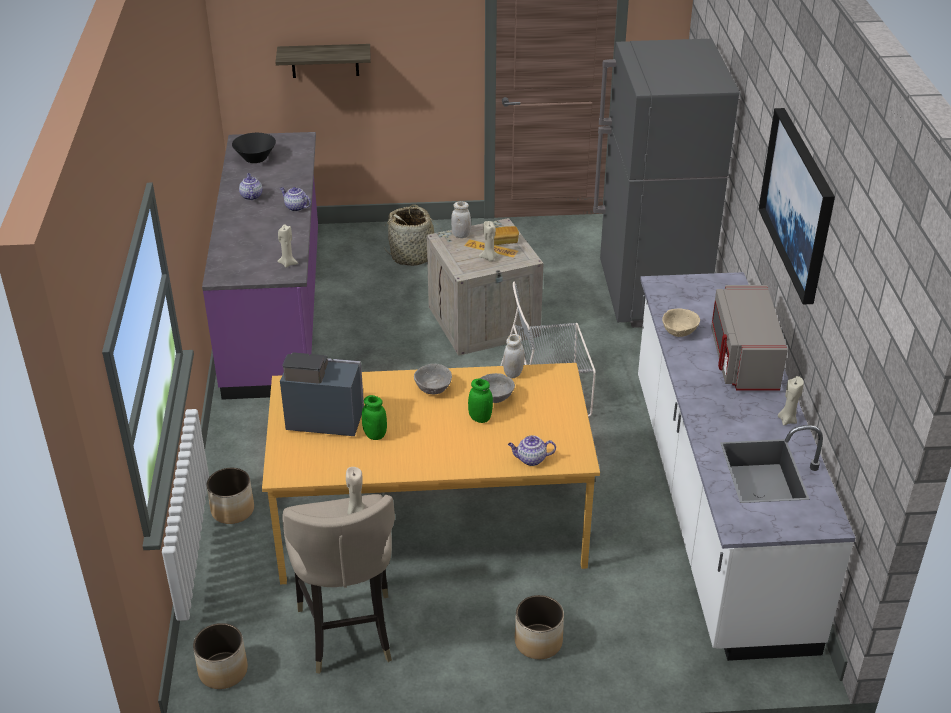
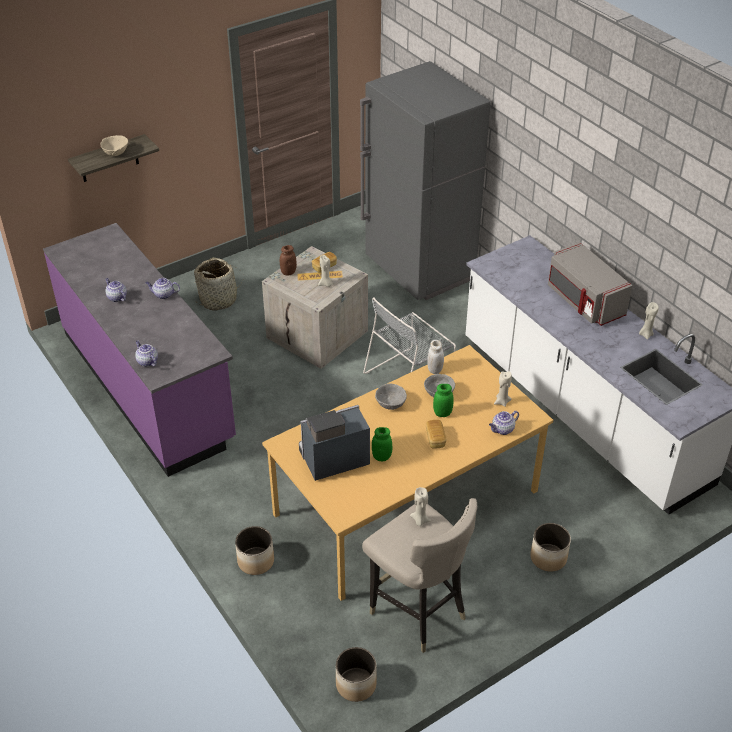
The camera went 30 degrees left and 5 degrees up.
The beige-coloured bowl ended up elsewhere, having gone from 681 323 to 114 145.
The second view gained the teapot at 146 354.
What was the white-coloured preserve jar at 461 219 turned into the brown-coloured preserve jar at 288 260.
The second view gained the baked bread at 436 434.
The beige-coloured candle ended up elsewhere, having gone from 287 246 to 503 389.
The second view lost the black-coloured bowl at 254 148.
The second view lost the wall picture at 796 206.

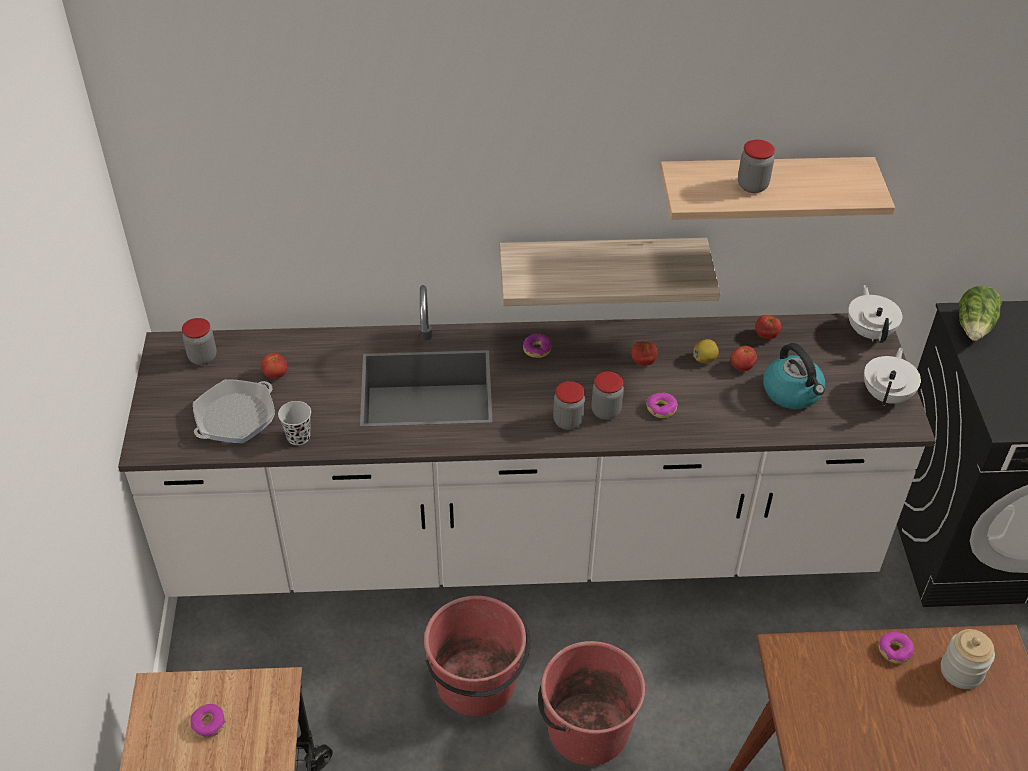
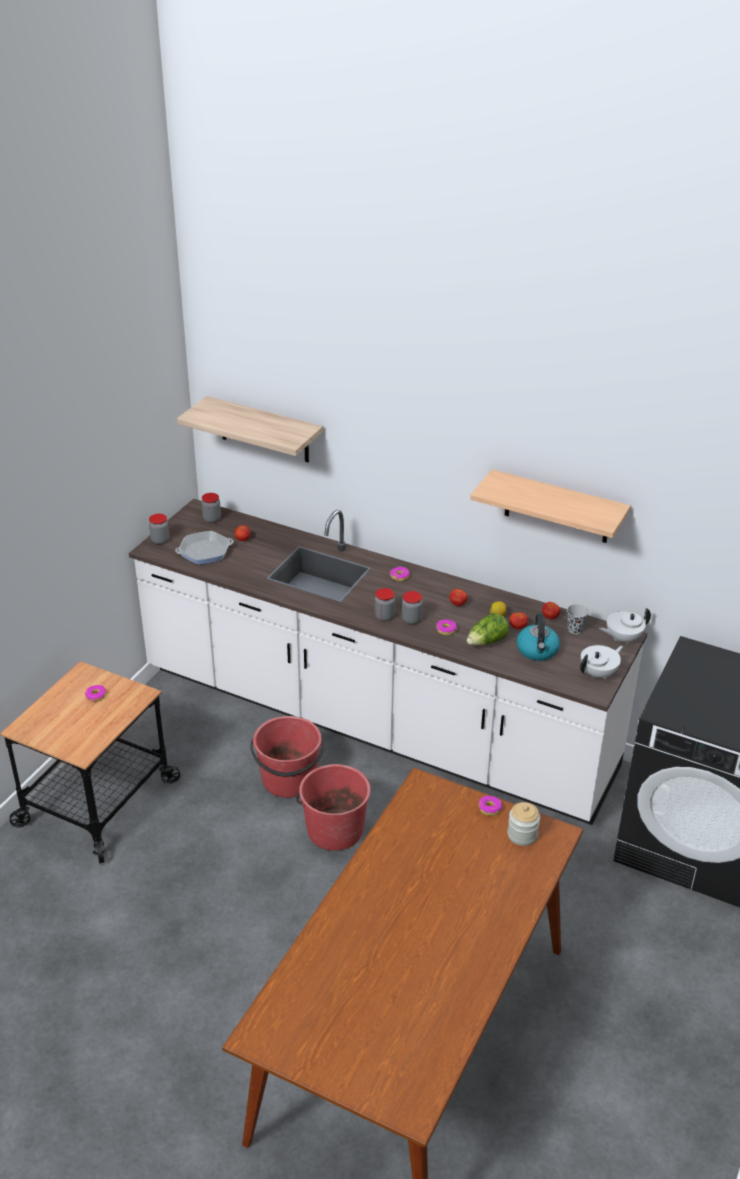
The camera went 30 degrees right and 10 degrees down.
The preserve jar ended up elsewhere, having gone from 756 166 to 159 529.
The shelf ended up elsewhere, having gone from 609 272 to 250 429.
The lettuce head ended up elsewhere, having gone from 980 313 to 488 629.
The black-coloured cup ended up elsewhere, having gone from 294 423 to 578 619.
The white-coloured teapot at 875 314 ended up facing another way, 135 degrees counterclockwise from before.

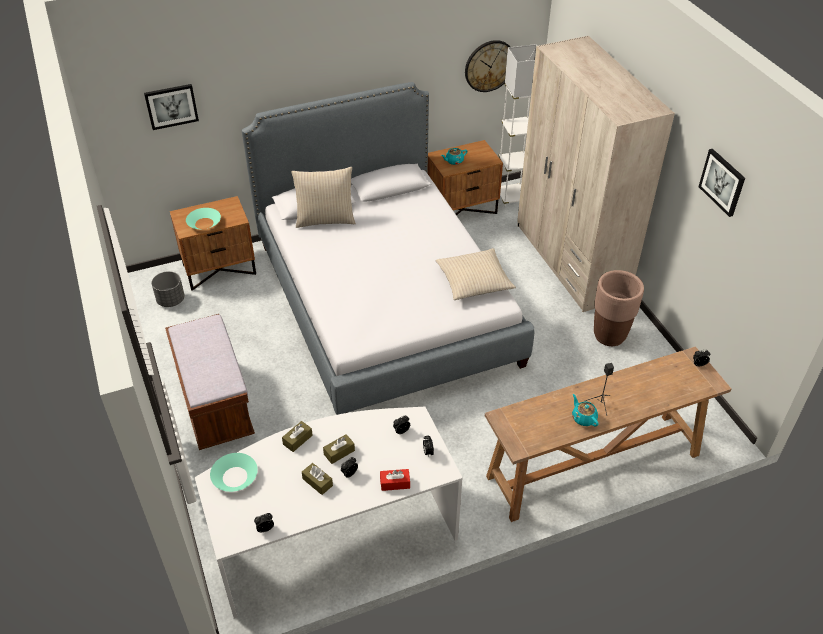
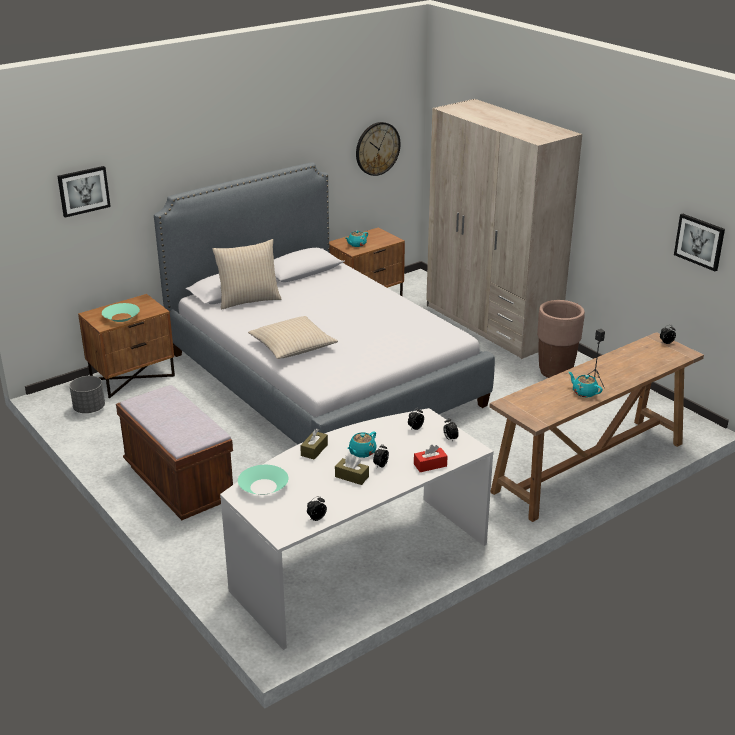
The camera went 15 degrees left and 15 degrees down.
The beige-coloured throw pillow ended up elsewhere, having gone from 476 274 to 293 337.
Where the brown-coloured box of tissues stood at 339 449, the turquoise-coloured teapot came to stand at 362 445.
The wall picture ended up elsewhere, having gone from 722 183 to 699 242.
The second view lost the white-coloured standard lamp at 517 125.

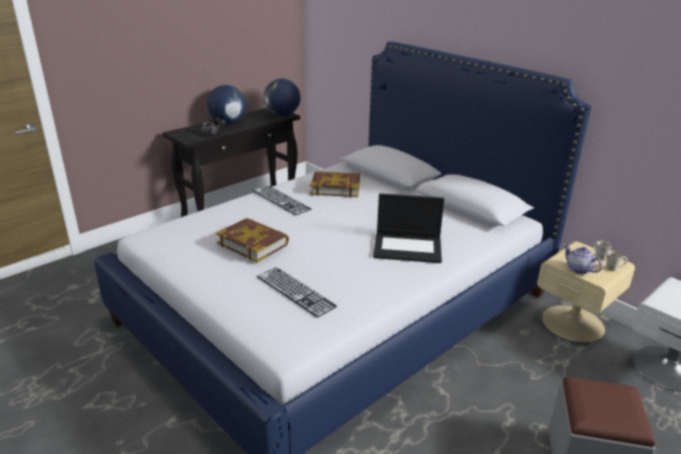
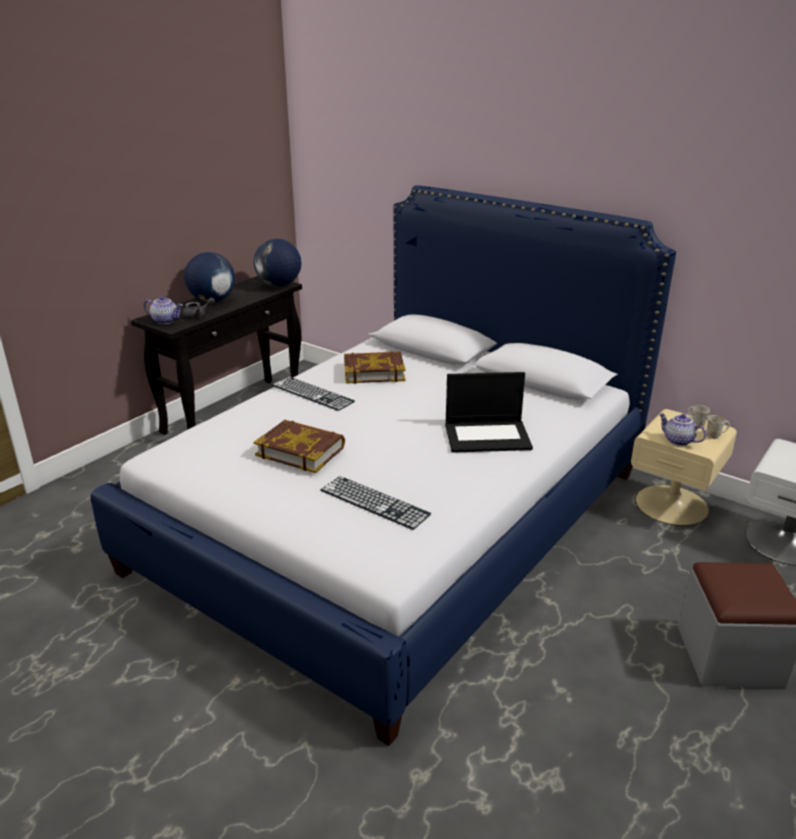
The camera went 10 degrees left and 0 degrees up.
The second view gained the teapot at 163 310.

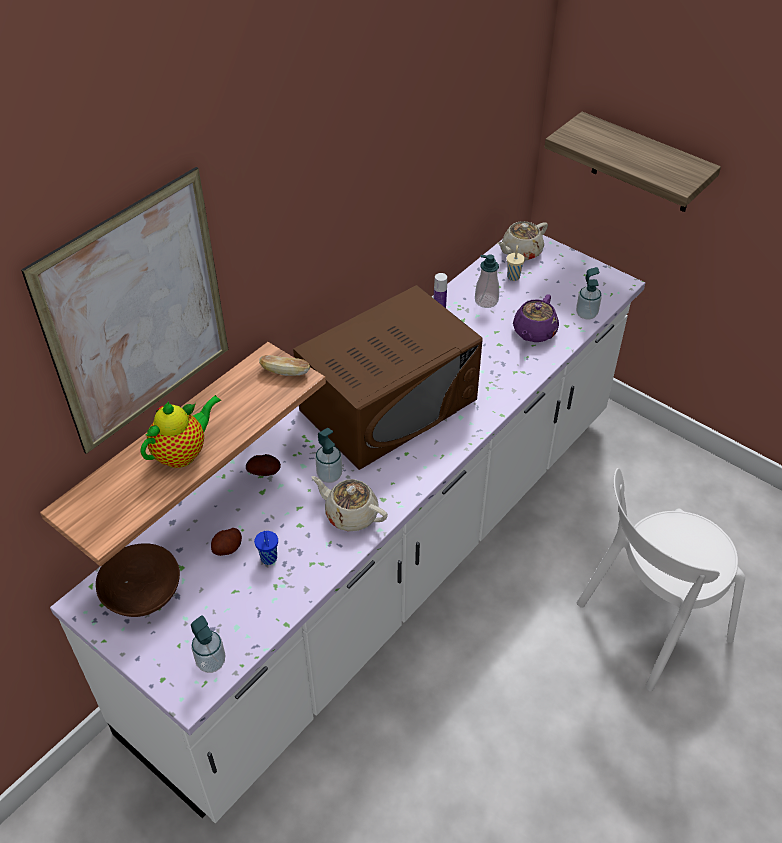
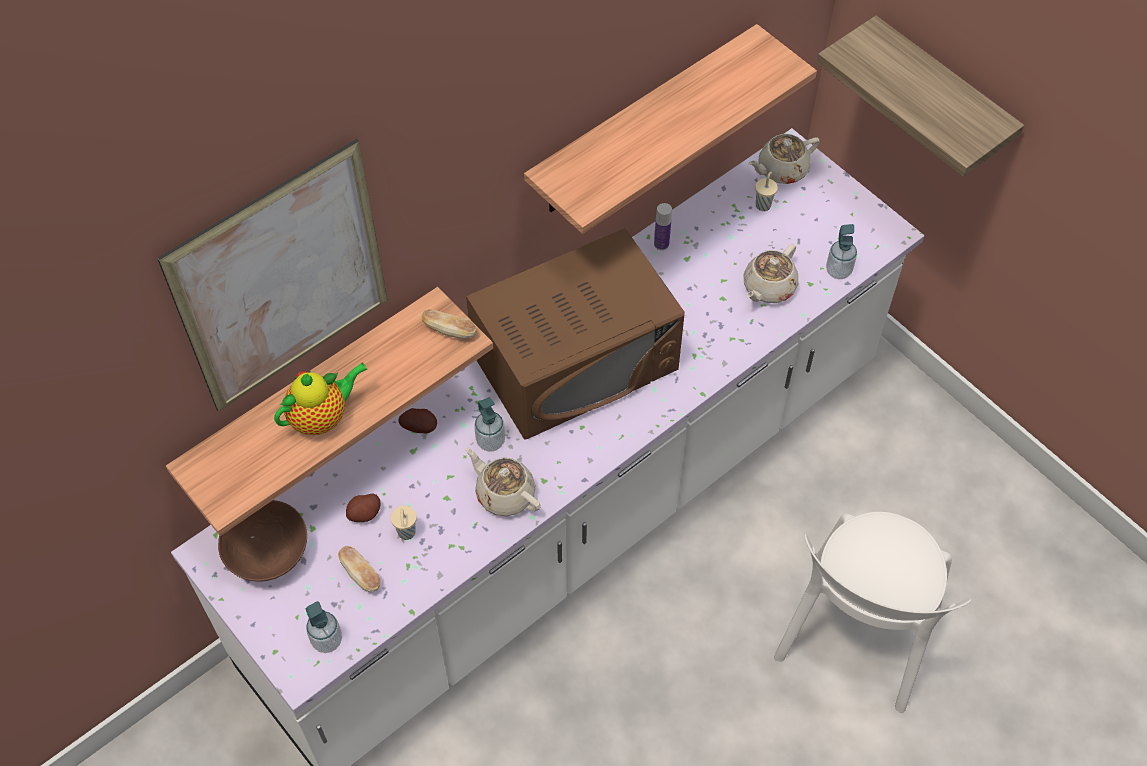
The camera went 10 degrees right and 10 degrees up.
The second view gained the baked bread at 359 569.
What was the bluish cup at 266 548 turned into the beige-coloured cup at 404 523.
The second view gained the shelf at 670 129.
What was the purplish teapot at 536 318 turned into the beige-coloured teapot at 771 273.
The white-coloured plain chair at 661 579 ended up facing another way, 45 degrees counterclockwise from before.
The second view lost the soap bottle at 487 281.

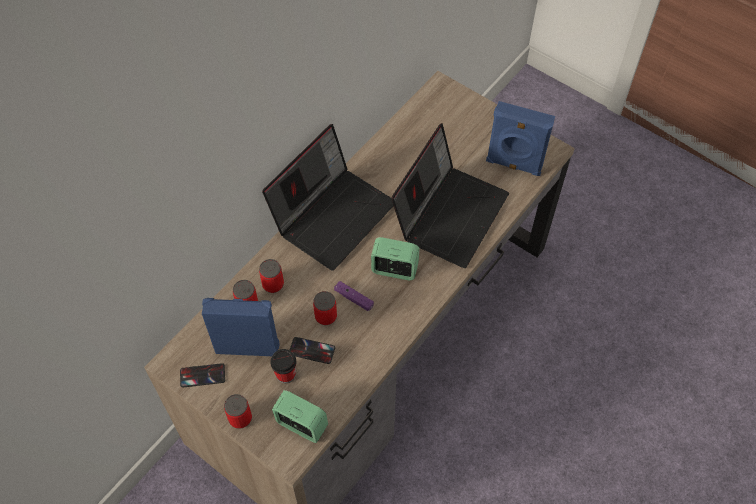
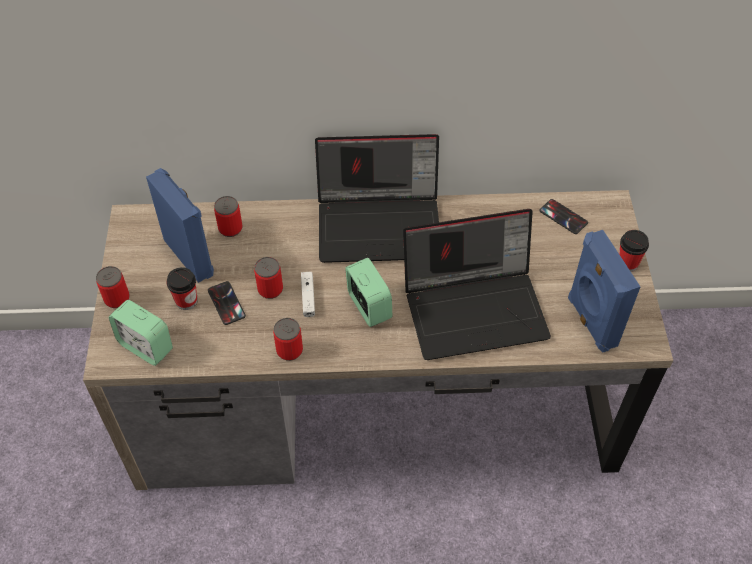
The camera went 50 degrees right and 5 degrees down.
The bedside clock at 300 416 ended up facing another way, 135 degrees clockwise from before.
The sealed can ended up elsewhere, having gone from 271 276 to 288 339.
What was the purplish game controller at 354 296 turned into the white-coloured game controller at 308 294.
The telephone ended up elsewhere, having gone from 202 375 to 564 216.
The second view gained the cup at 634 251.

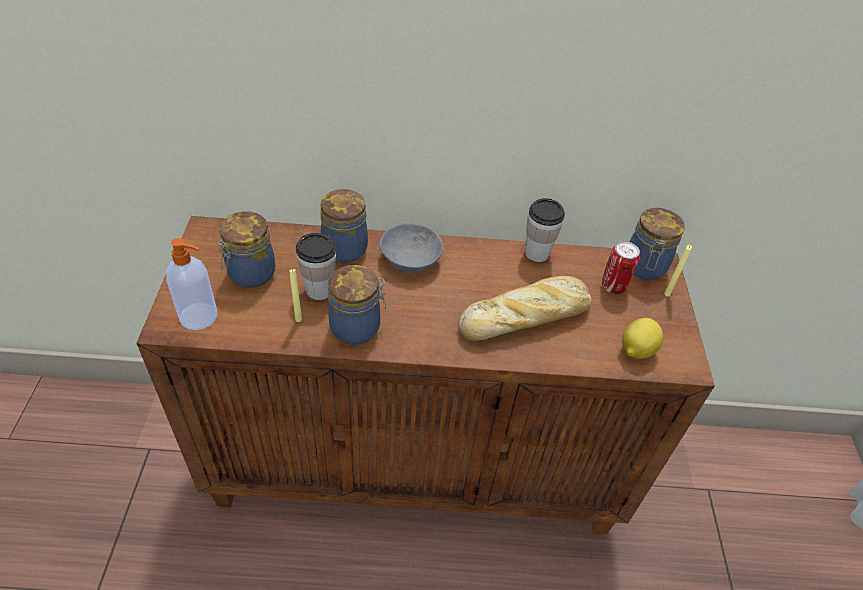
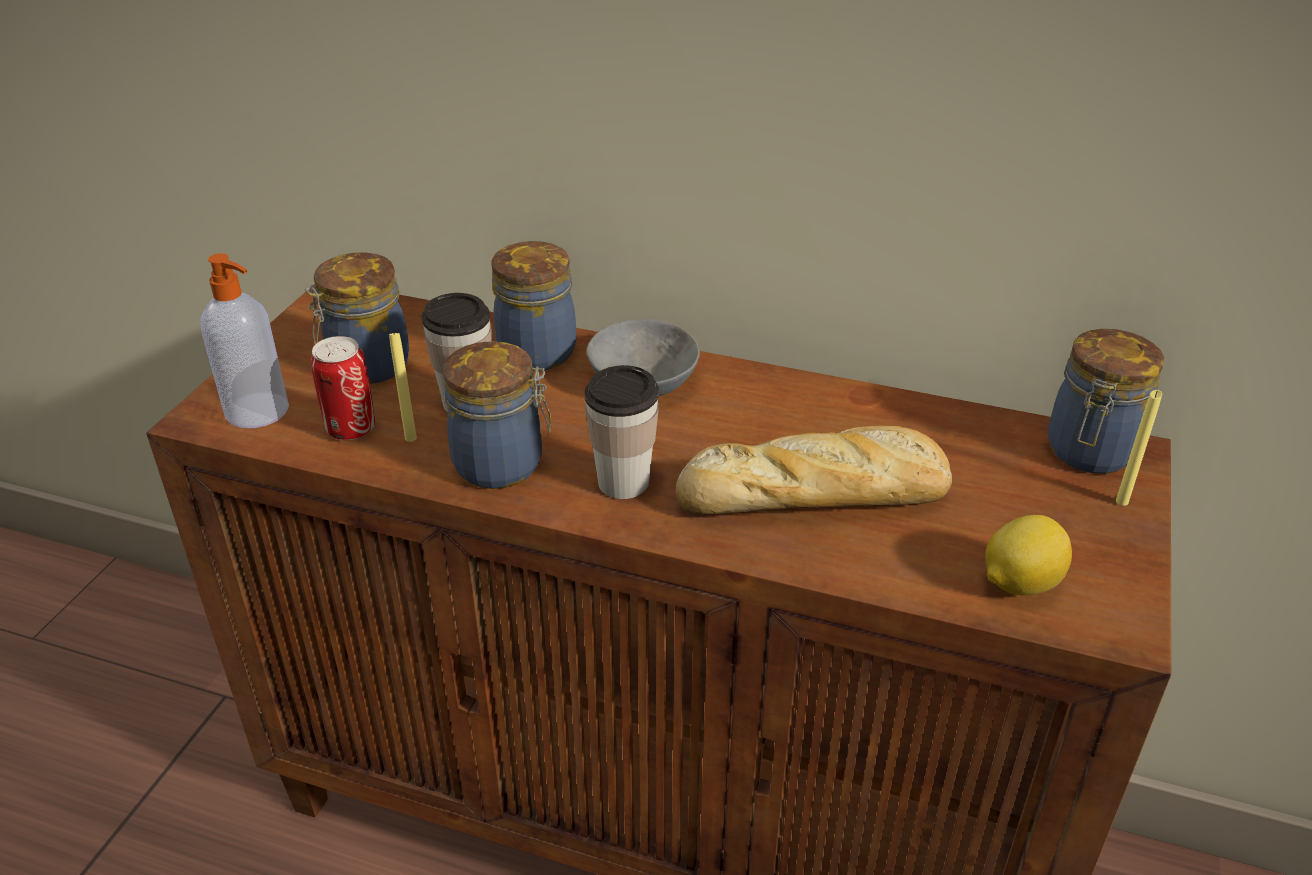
The camera went 20 degrees right and 10 degrees down.
The sealed can ended up elsewhere, having gone from 621 267 to 343 388.
The cup ended up elsewhere, having gone from 545 230 to 621 432.

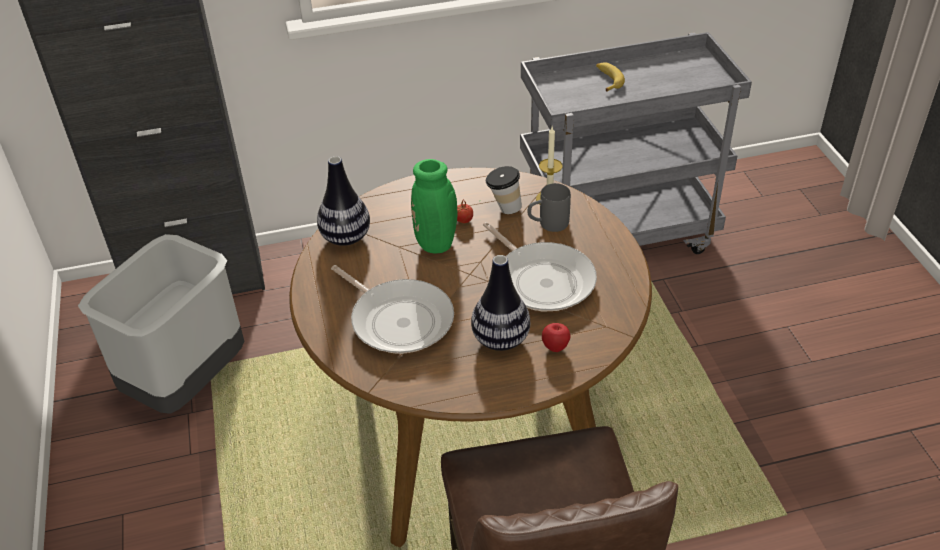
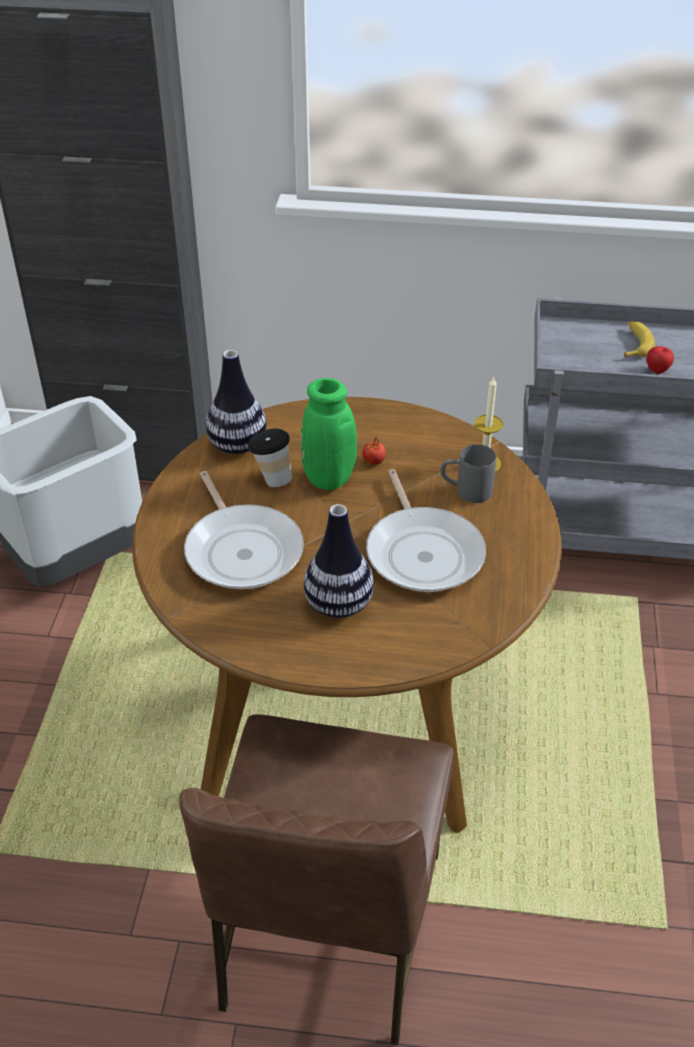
The camera went 20 degrees right and 0 degrees up.
The cup ended up elsewhere, having gone from 504 190 to 270 458.
The apple fruit ended up elsewhere, having gone from 556 337 to 660 360.

